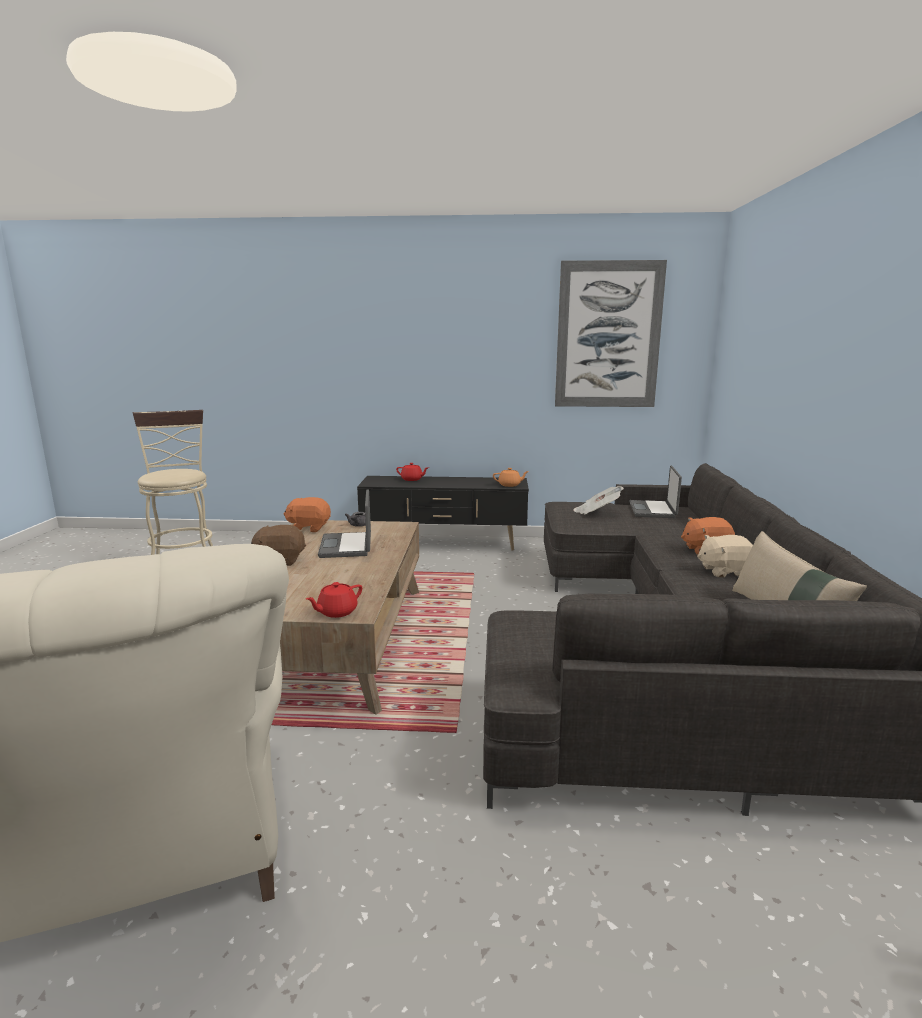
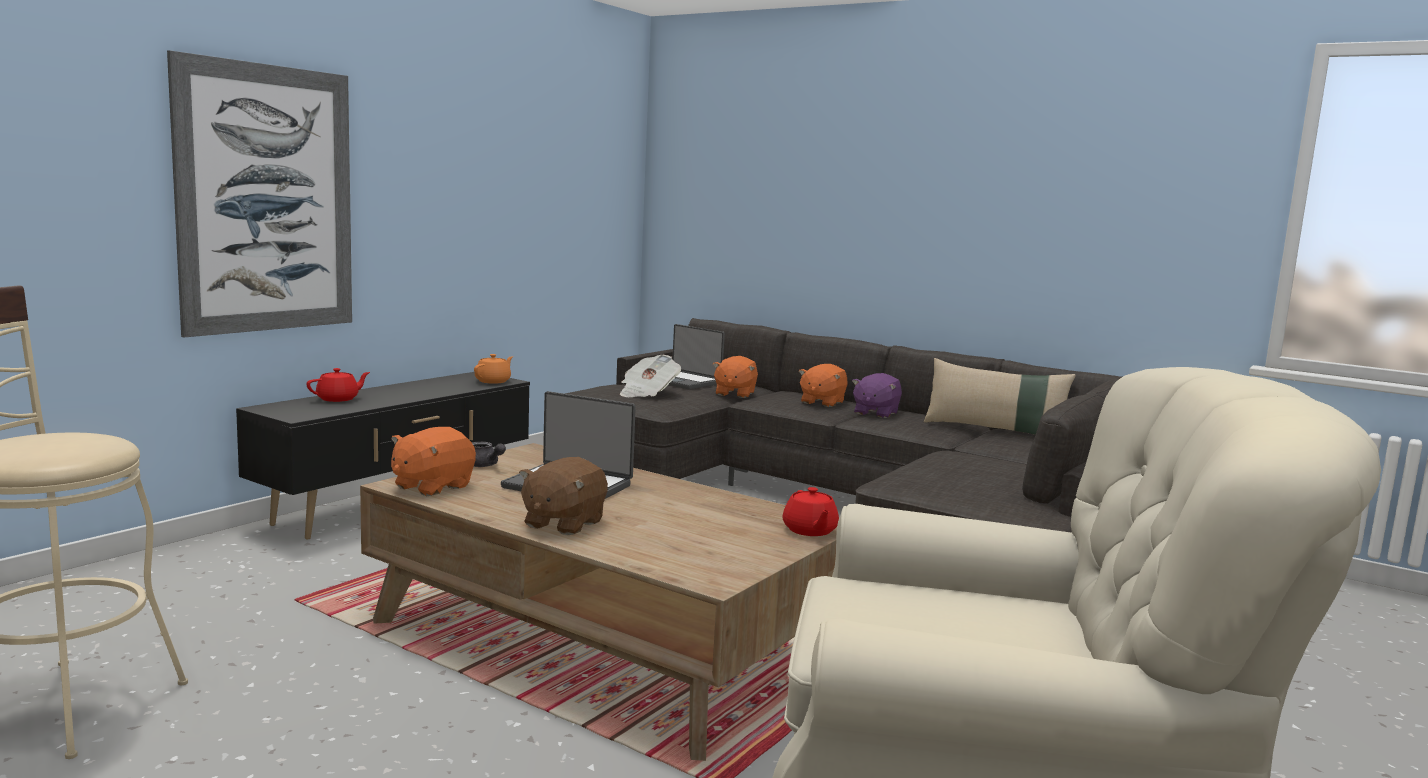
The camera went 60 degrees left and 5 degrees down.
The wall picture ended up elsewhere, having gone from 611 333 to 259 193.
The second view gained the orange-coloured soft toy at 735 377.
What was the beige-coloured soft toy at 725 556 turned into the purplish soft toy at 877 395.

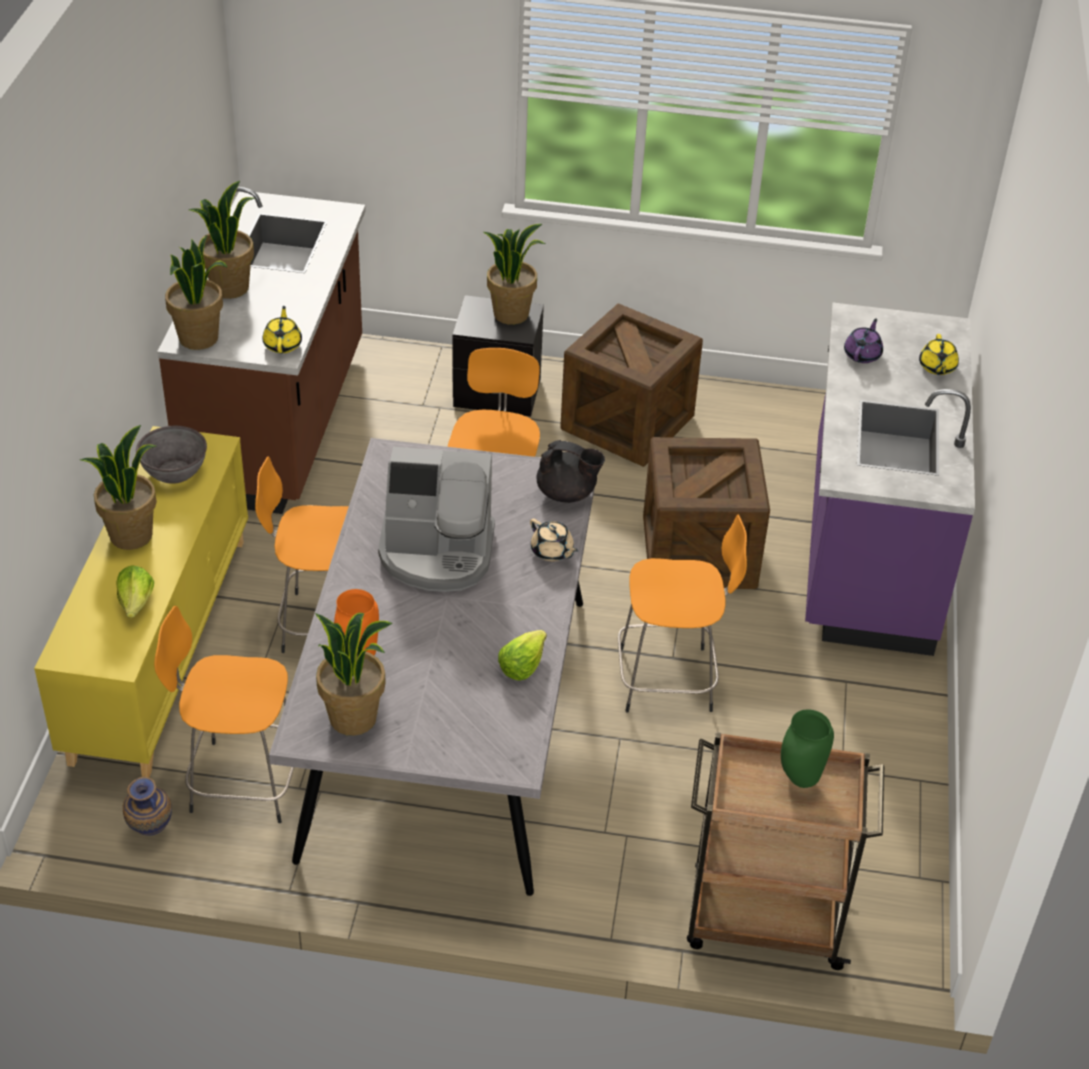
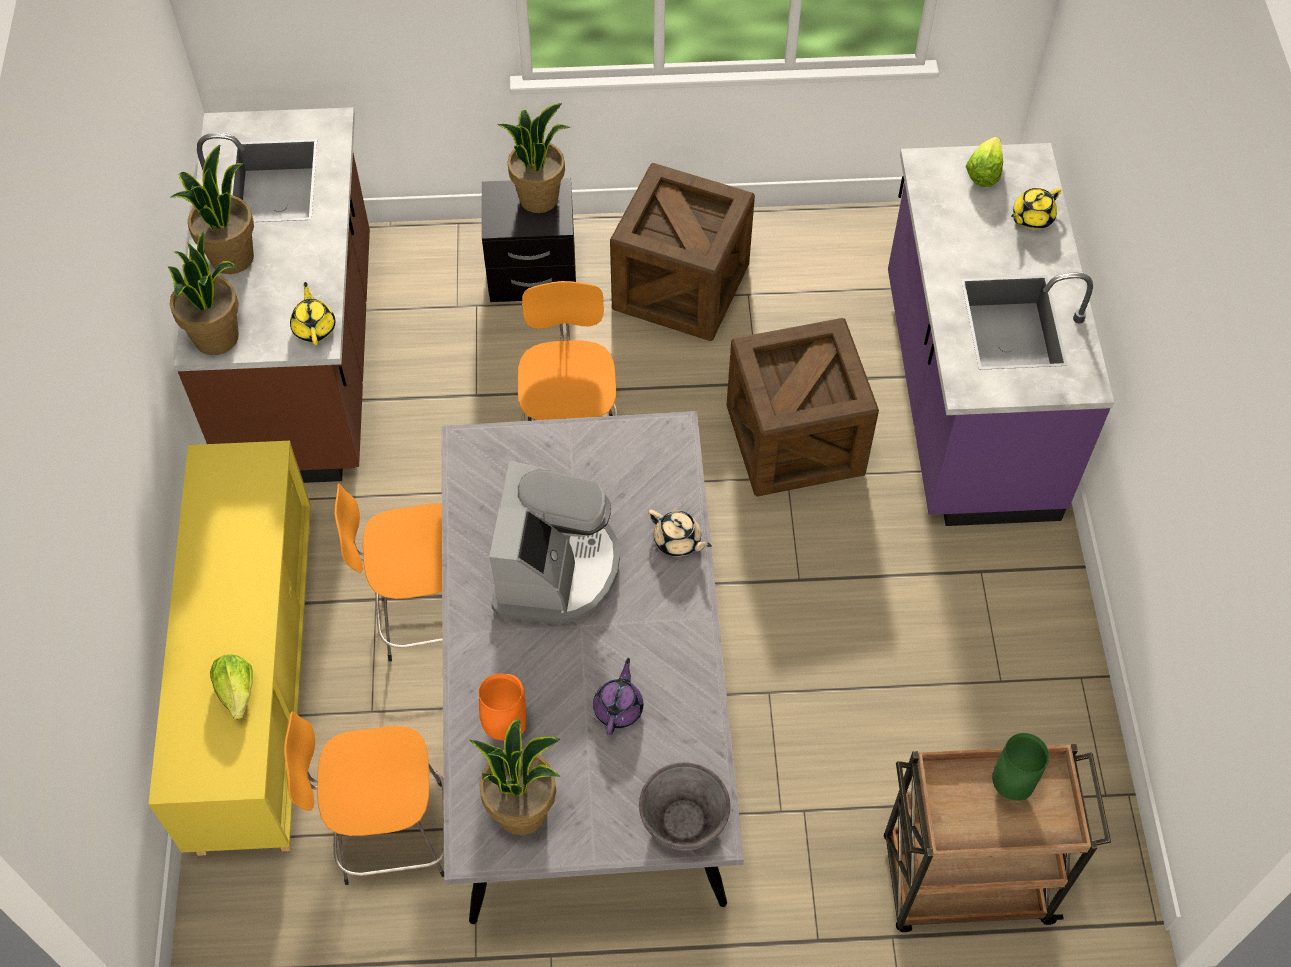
The camera went 10 degrees left and 15 degrees up.
The coffee maker at 436 519 ended up facing another way, 75 degrees counterclockwise from before.
The purplish teapot ended up elsewhere, having gone from 863 340 to 618 696.
The grey bowl ended up elsewhere, having gone from 171 455 to 684 806.
The lettuce head ended up elsewhere, having gone from 522 655 to 984 162.
The yellow-coloured teapot at 939 354 ended up facing another way, 60 degrees clockwise from before.
The second view lost the houseplant at 118 487.
The second view lost the decorative vase at 147 806.
The second view lost the black-coloured teapot at 570 471.
The second view lost the orange-coloured stool seat at 682 614.

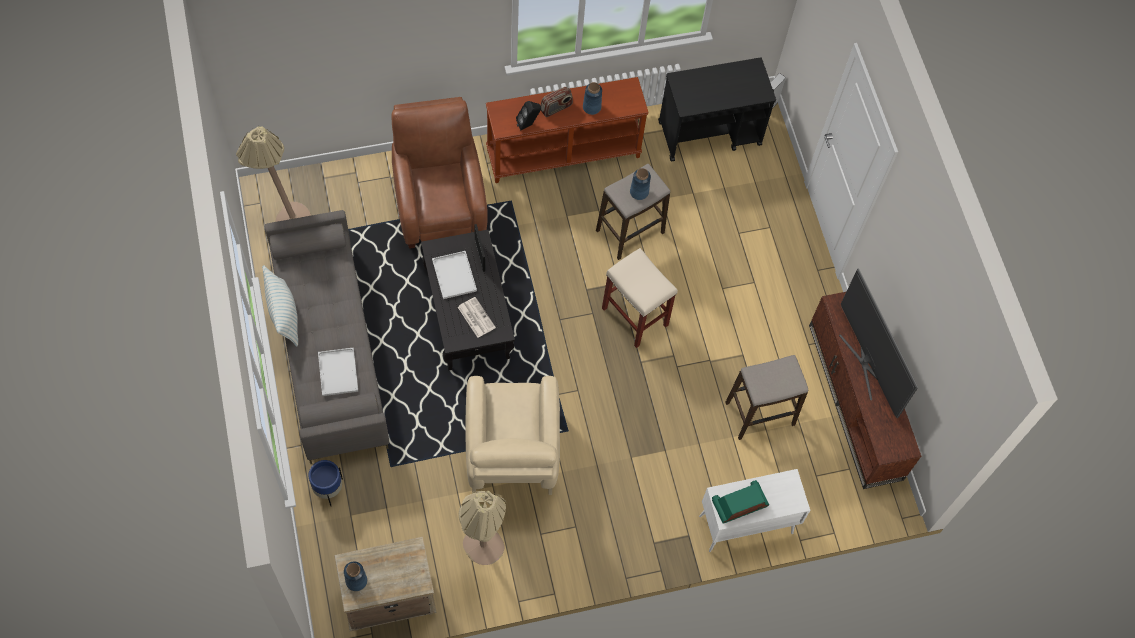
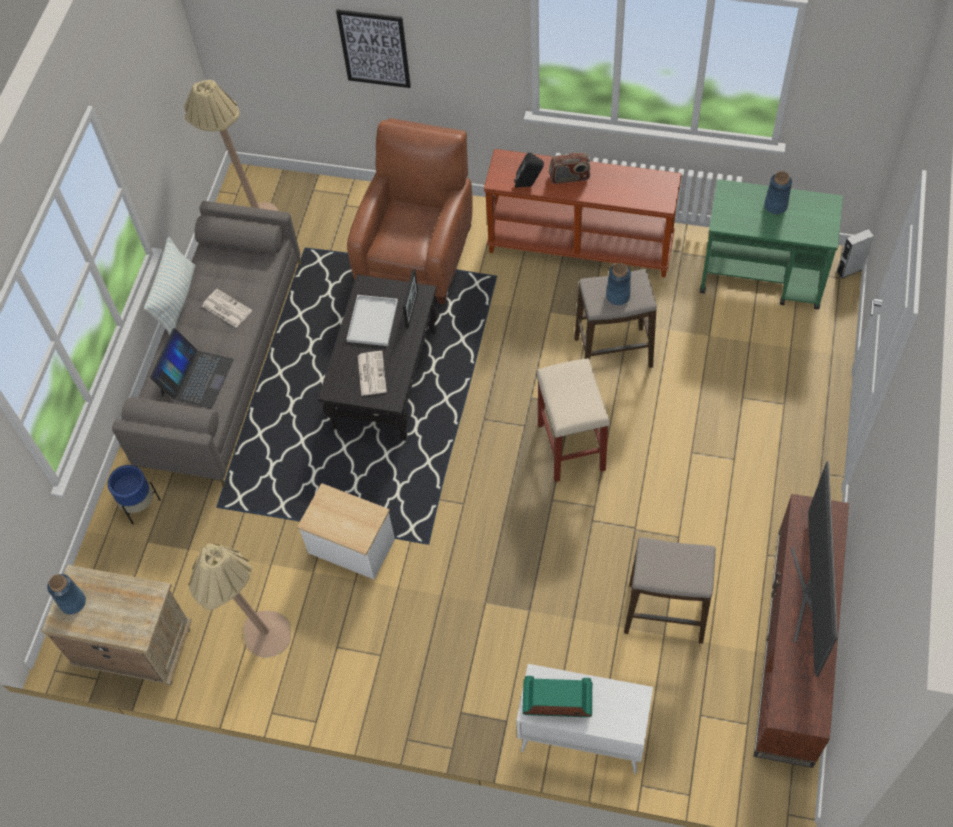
The camera went 35 degrees right and 5 degrees down.
Where the white-coloured carrying tray stood at 338 372, the laptop came to stand at 192 368.
The second view gained the printed paper at 227 308.
Where the beige-coloured lounge chair stood at 513 435, the side table came to stand at 346 531.
The second view gained the wall picture at 373 48.
What was the black-coloured cart at 717 109 turned into the green-coloured cart at 771 244.
The bluish decorative vase ended up elsewhere, having gone from 592 98 to 778 192.

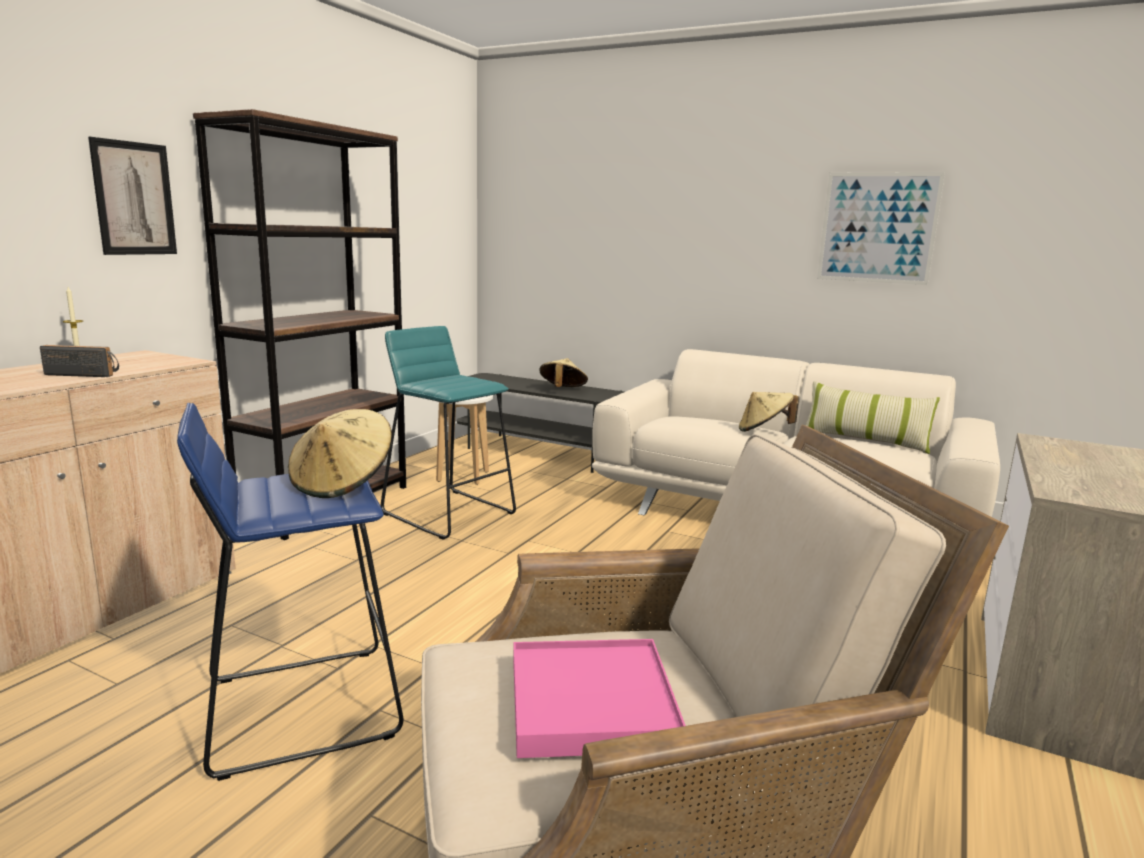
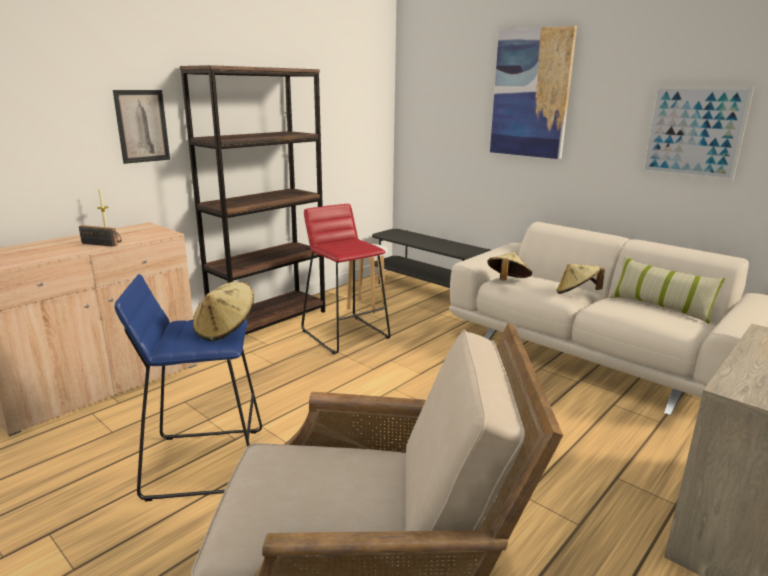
The camera went 15 degrees right and 5 degrees up.
What was the turquoise-coloured stool seat at 448 433 turned into the reddish stool seat at 346 279.
The beige-coloured hat ended up elsewhere, having gone from 563 372 to 509 266.
The second view gained the wall picture at 533 92.
The second view lost the pinkish carrying tray at 599 698.

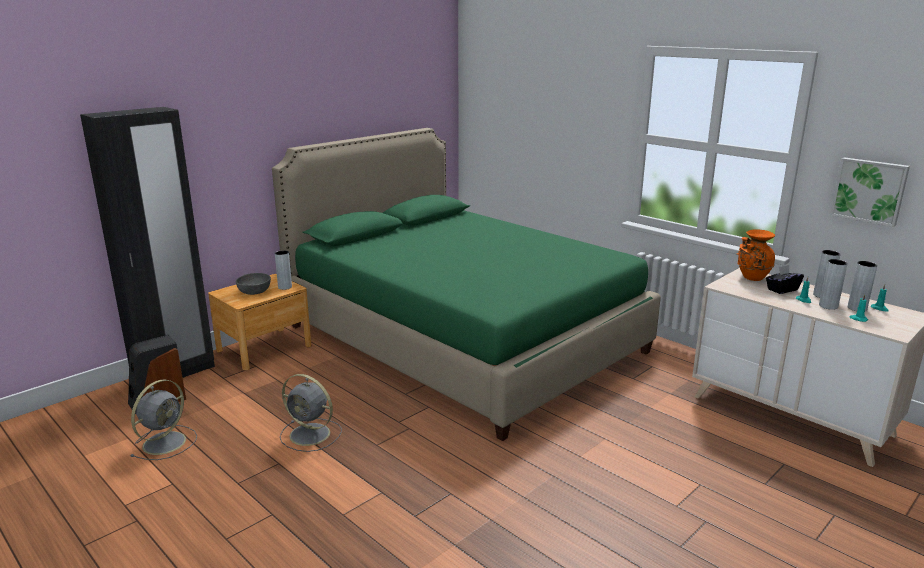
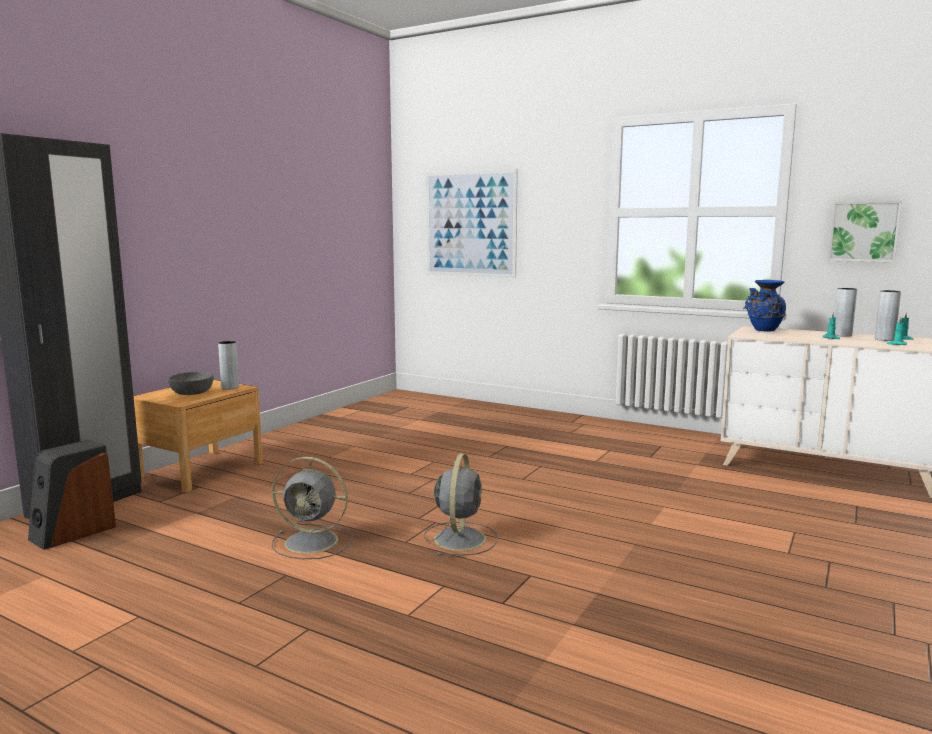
The camera went 15 degrees left and 10 degrees down.
The grey electric fan ended up elsewhere, having gone from 163 419 to 461 504.
The second view gained the wall picture at 472 223.
What was the orange-coloured decorative vase at 756 255 turned into the bluish decorative vase at 765 306.
The second view lost the green-coloured sleeping bed at 466 284.
The second view lost the black-coloured box of tissues at 785 279.
The second view lost the grey decorative vase at 833 284.

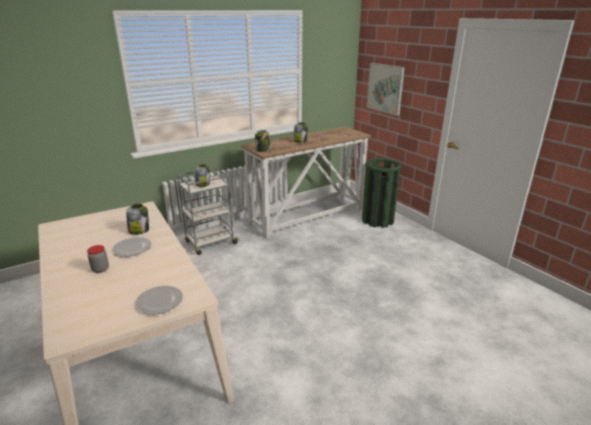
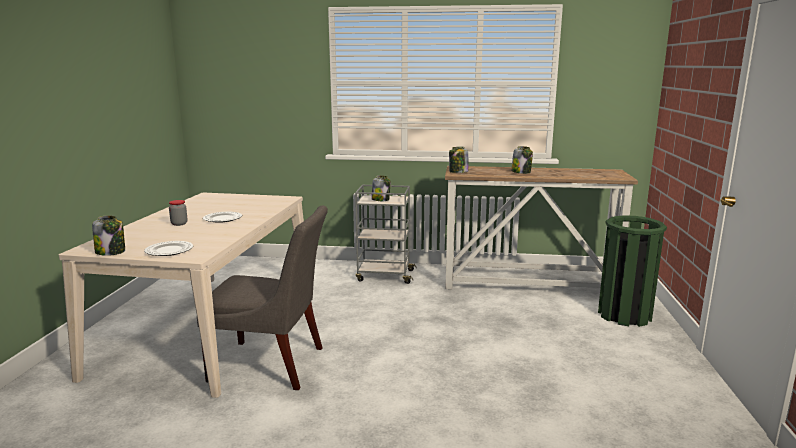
The camera went 40 degrees right and 10 degrees down.
The preserve jar ended up elsewhere, having gone from 137 219 to 108 235.
The second view gained the grey plain chair at 262 298.
The second view lost the wall picture at 385 89.

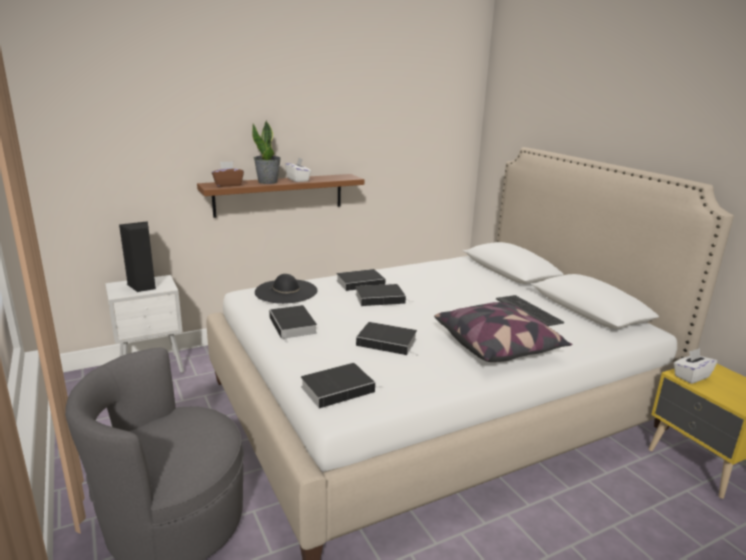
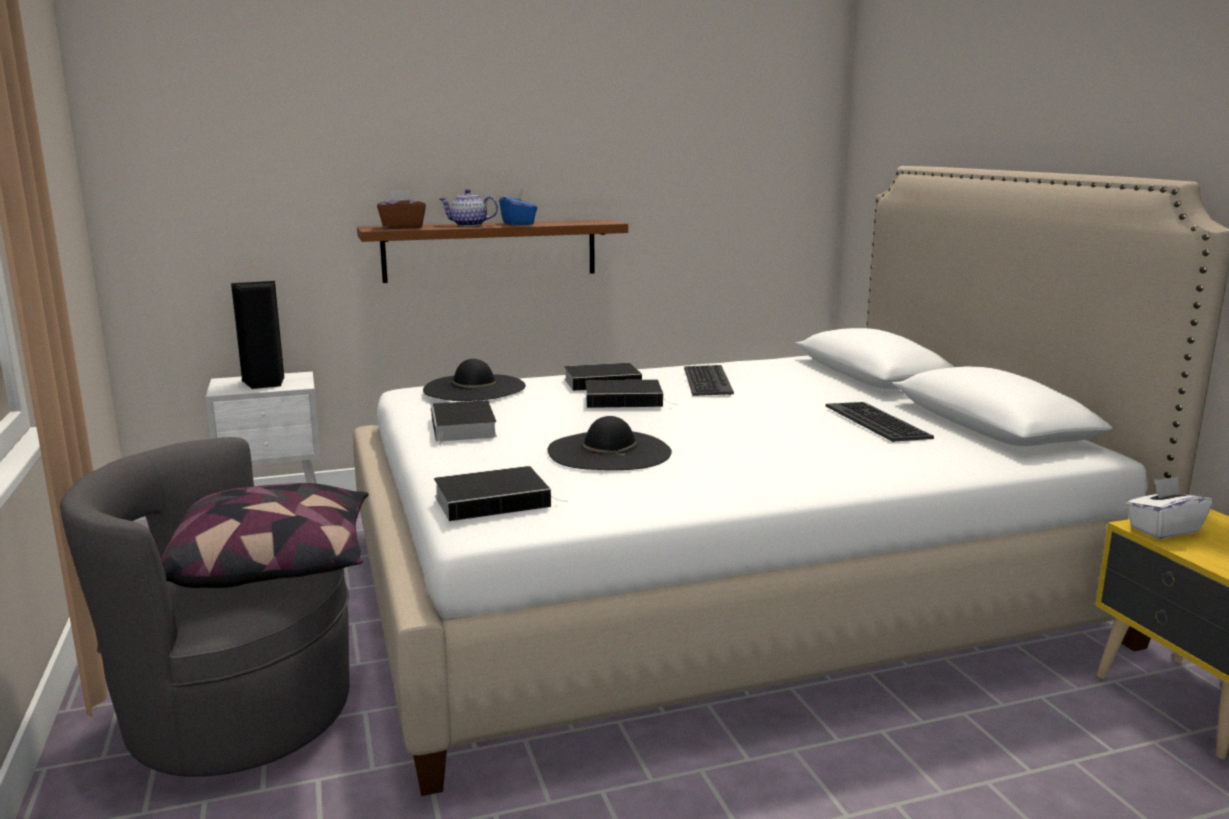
The camera went 10 degrees right and 5 degrees down.
The throw pillow ended up elsewhere, having gone from 503 332 to 265 535.
Where the houseplant stood at 266 152, the teapot came to stand at 469 207.
What was the white-coloured box of tissues at 298 170 turned into the bluish box of tissues at 518 206.
Where the volume stood at 386 338, the black-coloured hat came to stand at 610 443.
The second view gained the PC keyboard at 709 380.

